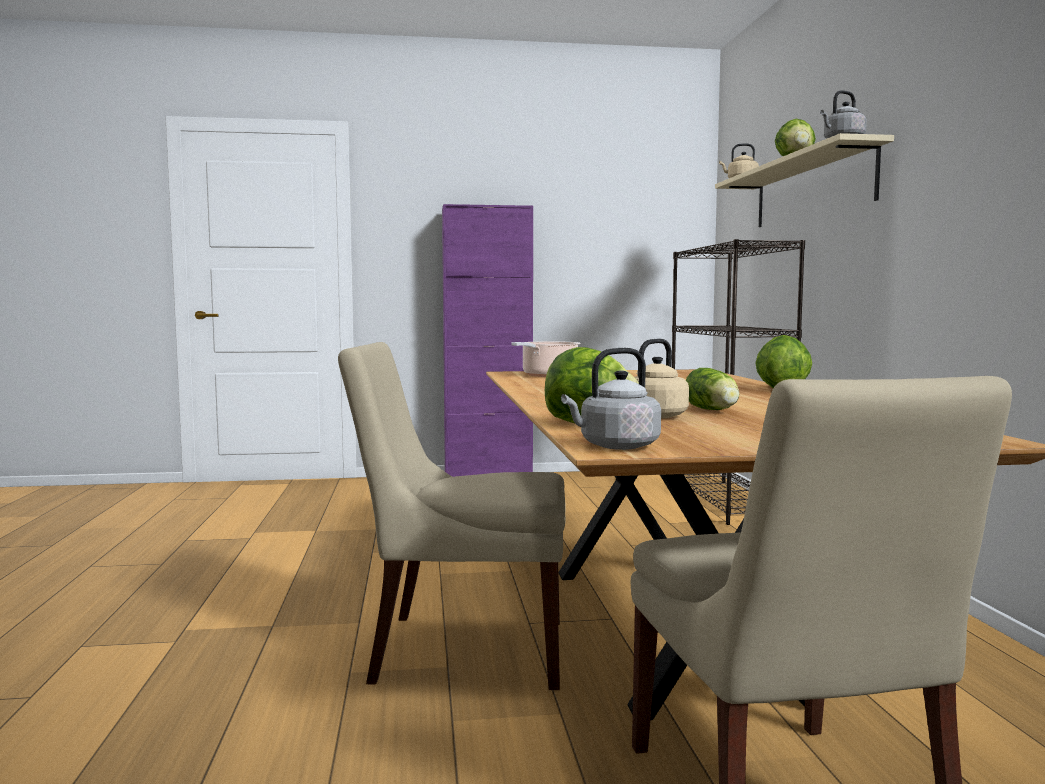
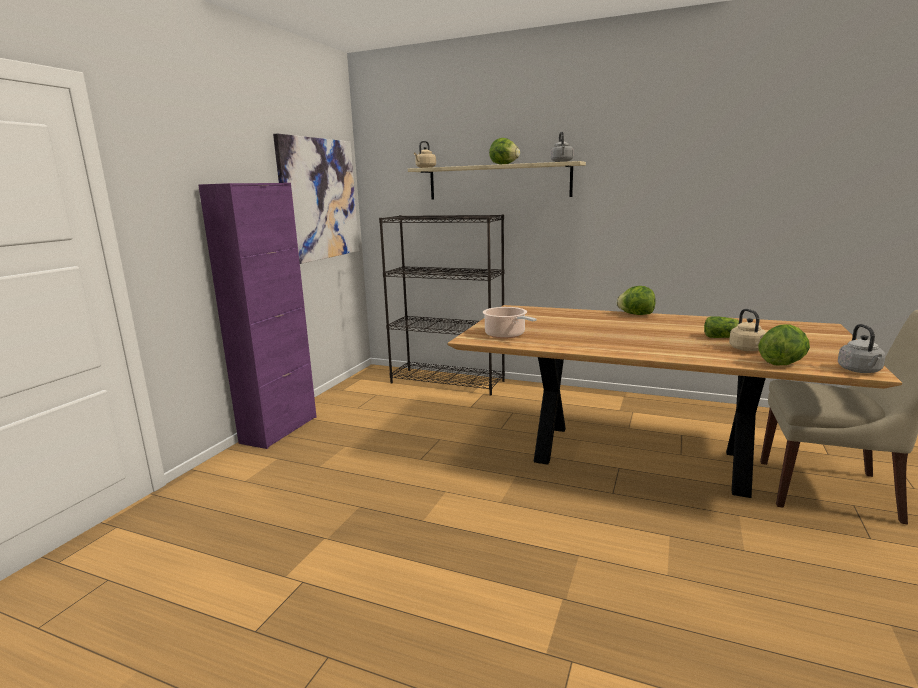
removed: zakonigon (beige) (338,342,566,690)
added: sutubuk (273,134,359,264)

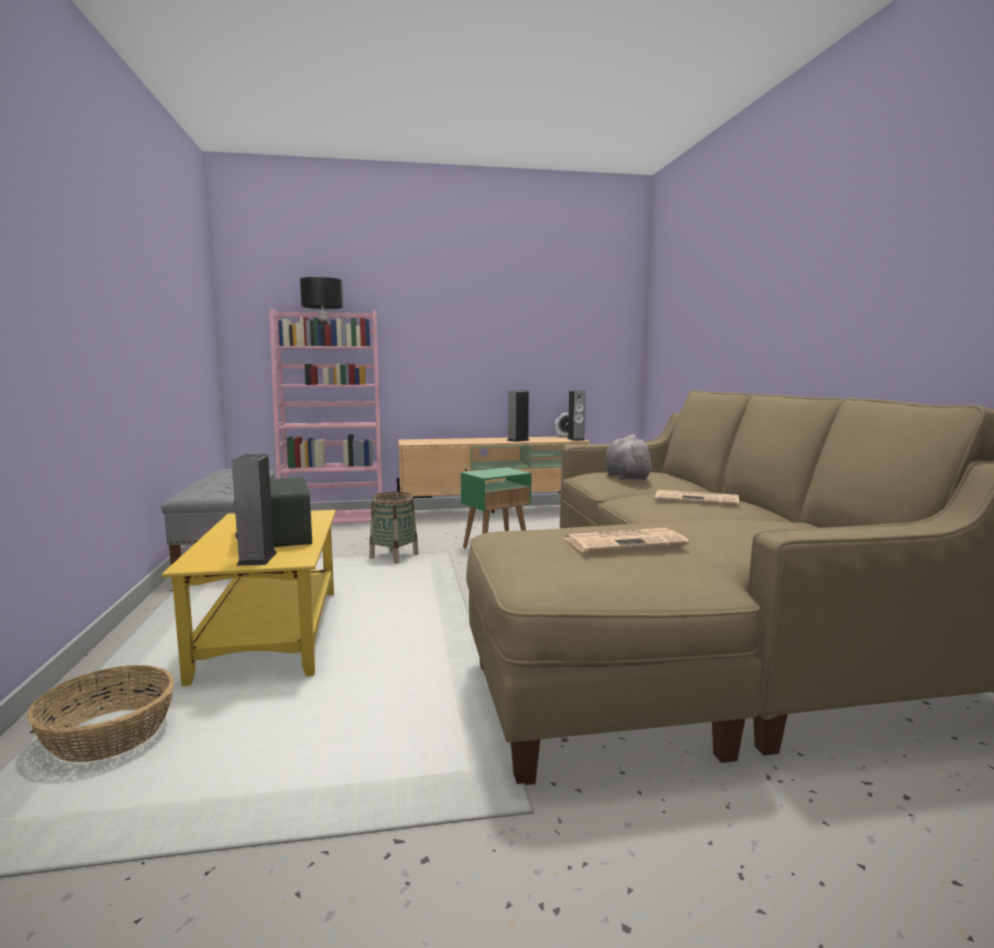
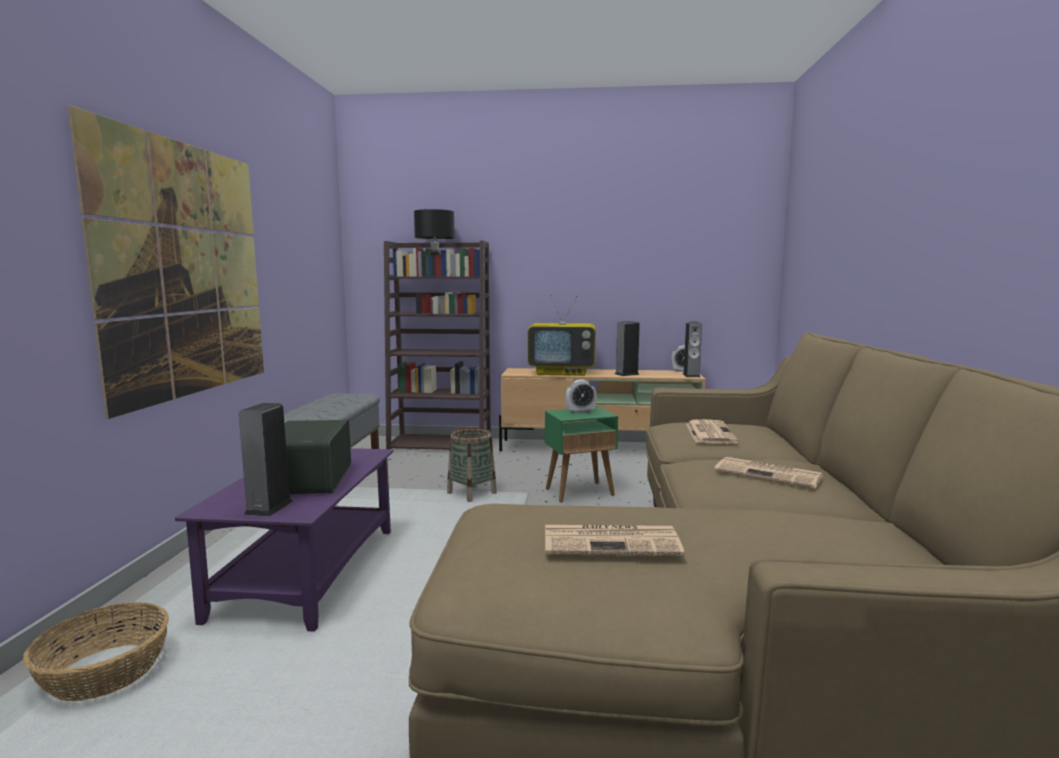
added: sutubuk (68,106,264,419); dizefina (527,295,596,376); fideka (566,380,596,414)
replaced: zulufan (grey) (605,434,655,480) to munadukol (686,419,738,444)
recoloured: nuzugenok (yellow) (162,510,336,686) to nuzugenok (purple) (175,448,393,632); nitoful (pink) (269,309,382,524) to nitoful (brown) (384,240,491,450)

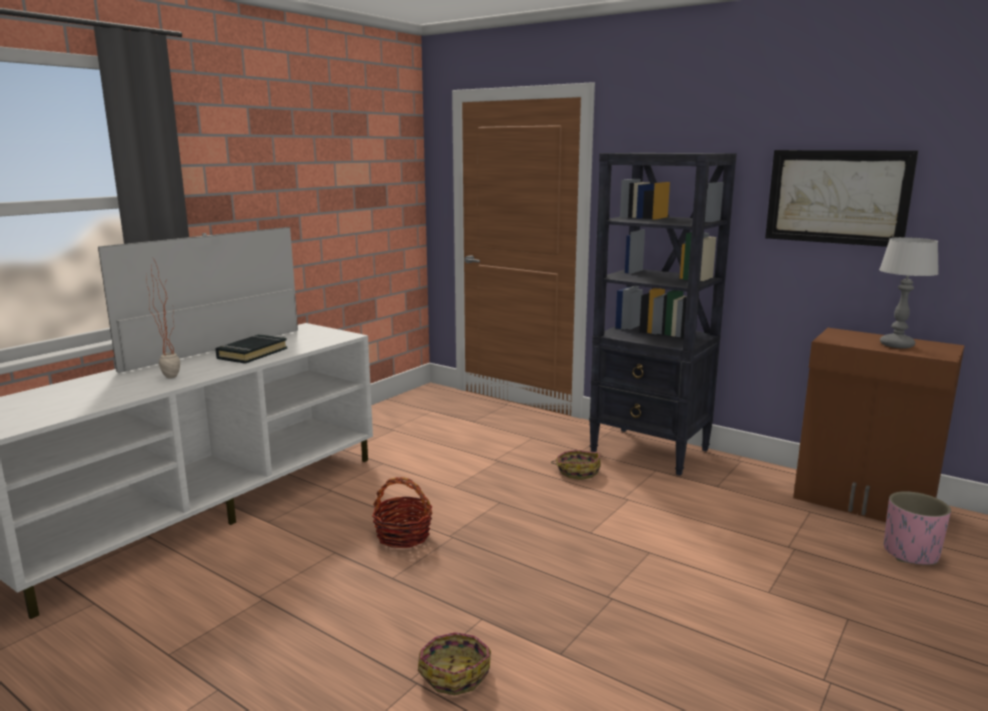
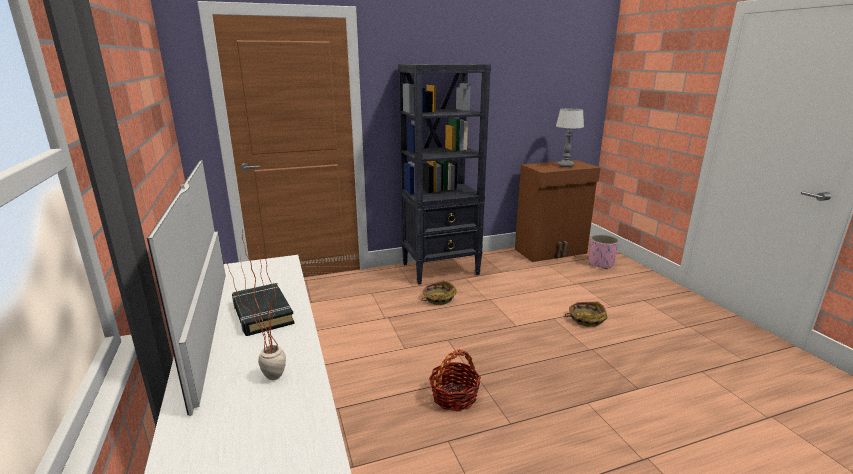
removed: sutubuk (765,150,918,247)
moved: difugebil (418,632,491,695) to (565,302,608,327)

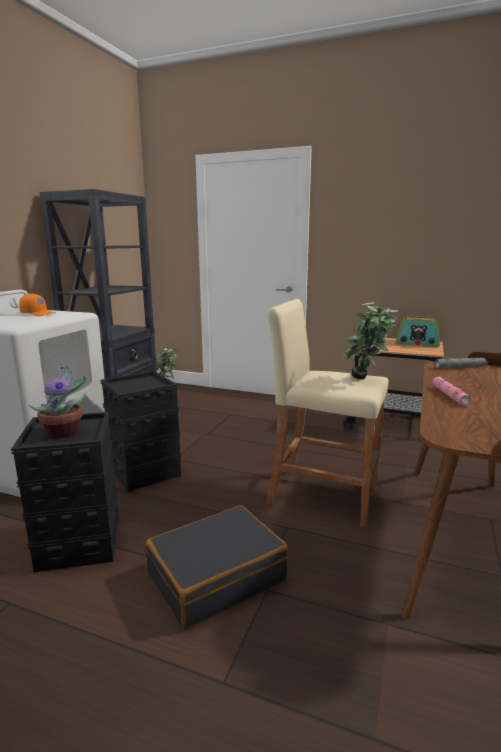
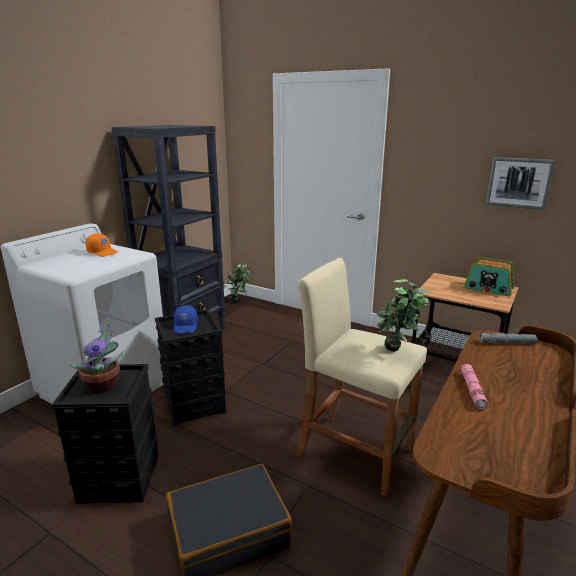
added: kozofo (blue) (174,305,198,333); sutubuk (486,157,555,210)

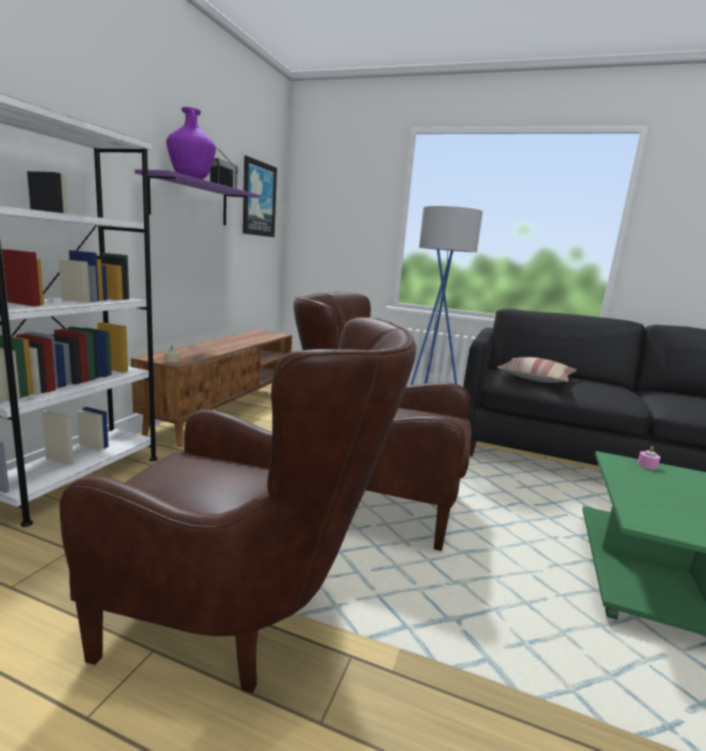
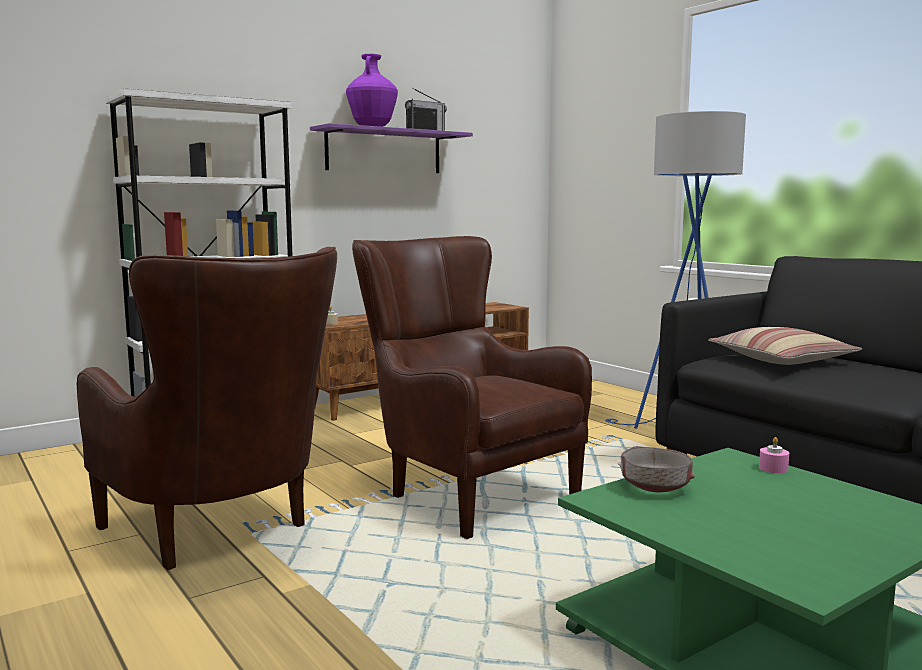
removed: sutubuk (243,156,277,237)
added: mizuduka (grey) (618,446,695,493)

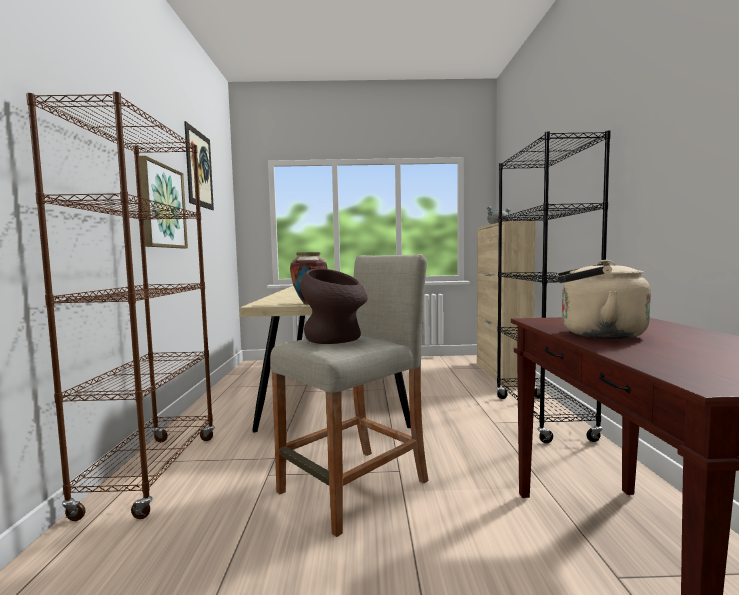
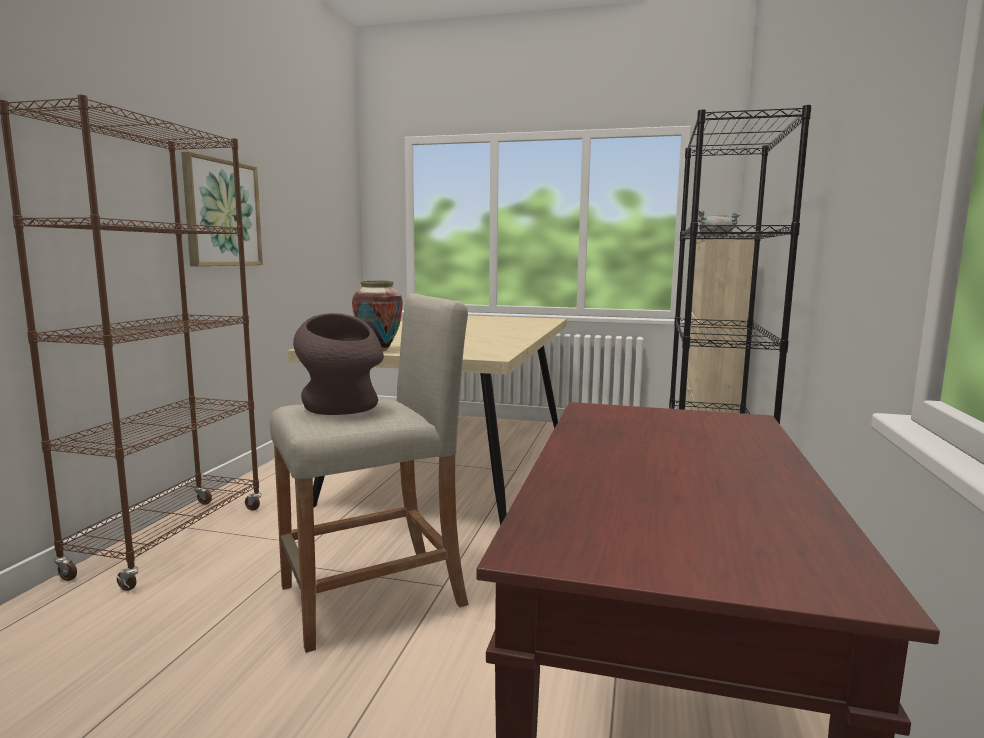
removed: sutubuk (184,121,214,210); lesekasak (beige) (557,260,651,339)

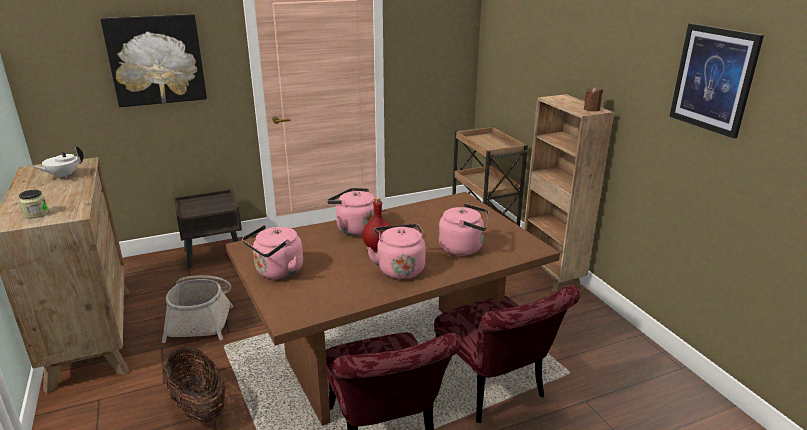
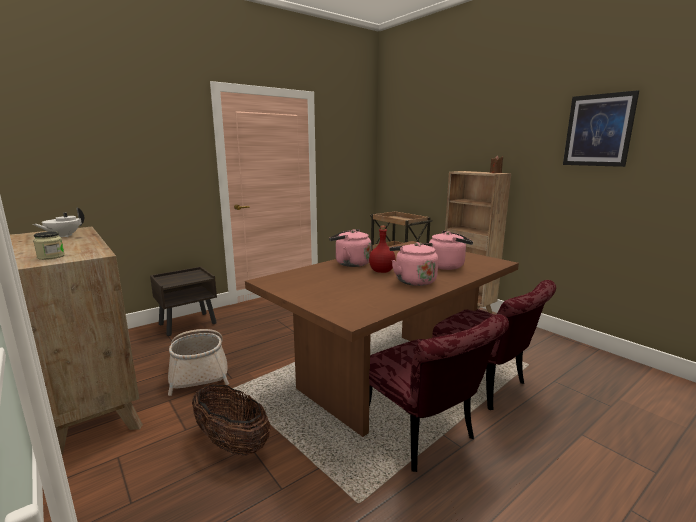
removed: sutubuk (100,14,207,107); lesekasak (pink) (242,225,303,279)

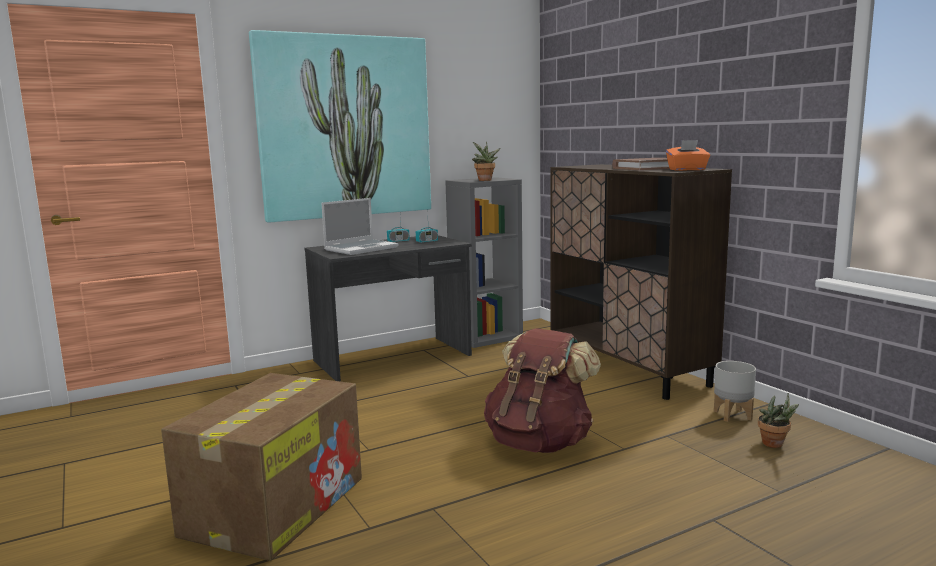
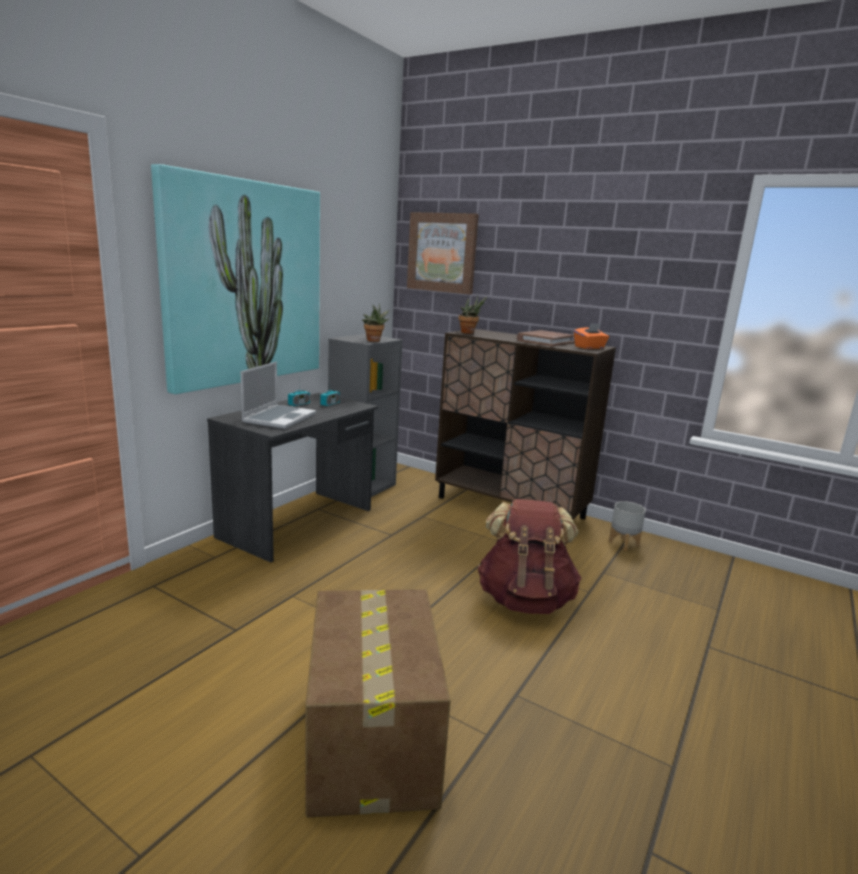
added: sutubuk (407,212,479,294)
moved: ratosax (758,393,799,448) to (459,296,487,334)

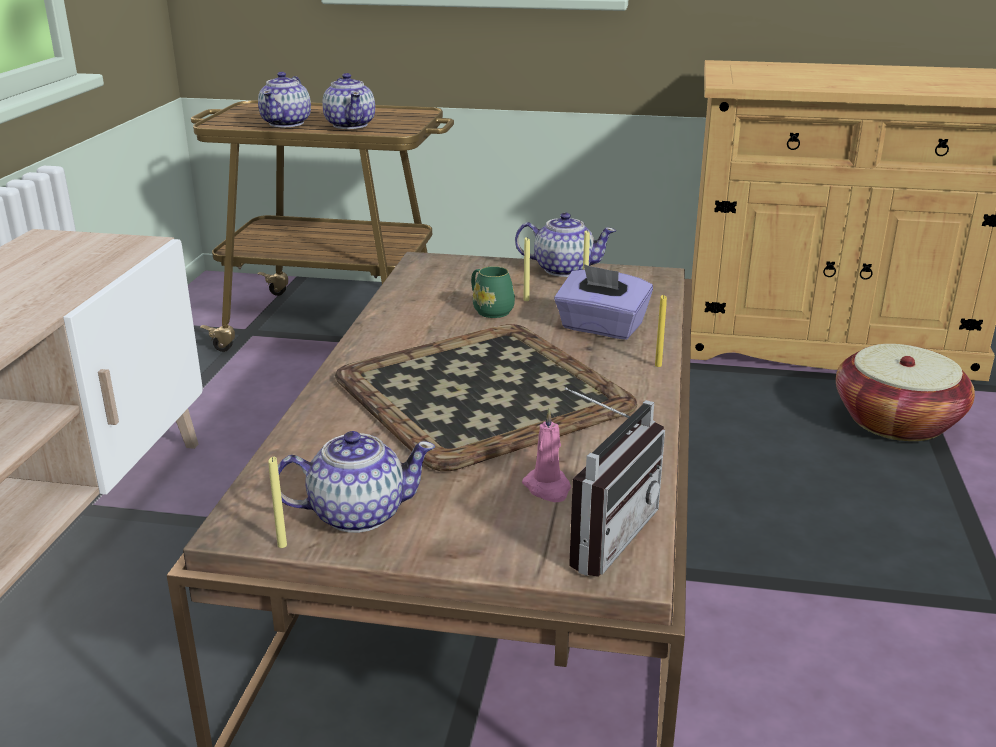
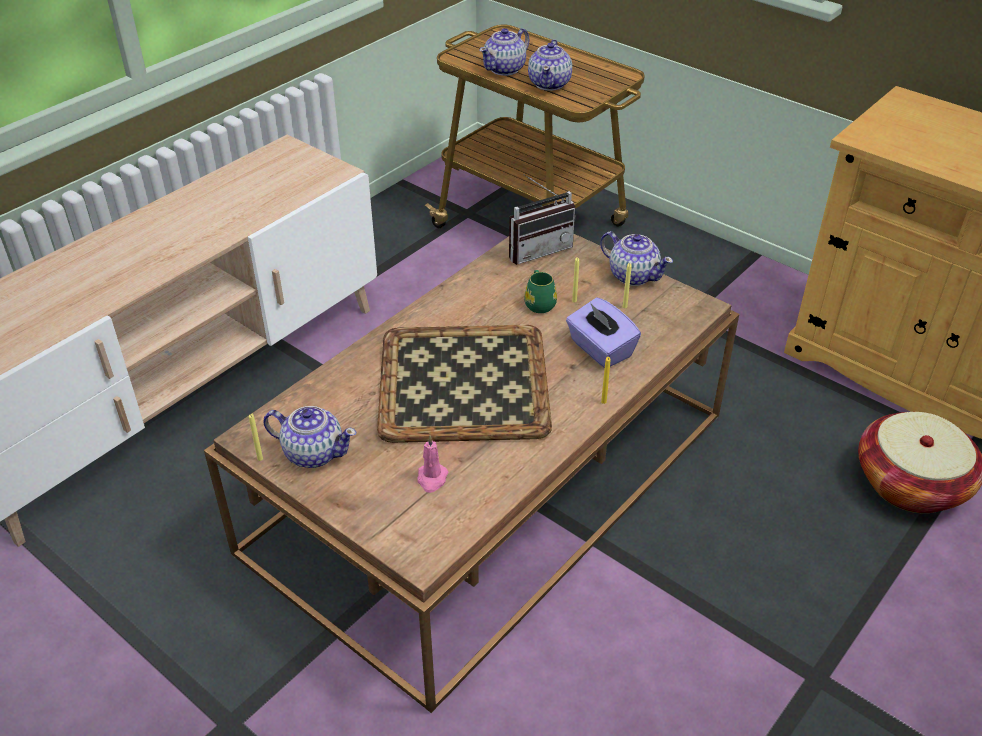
moved: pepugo (564,387,665,577) to (509,174,576,265)

